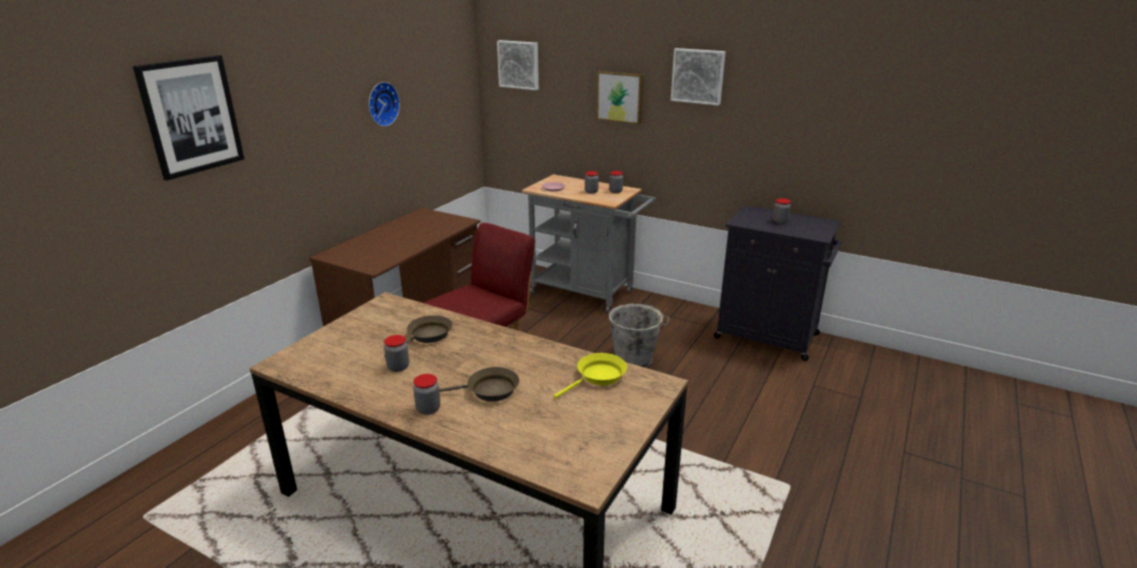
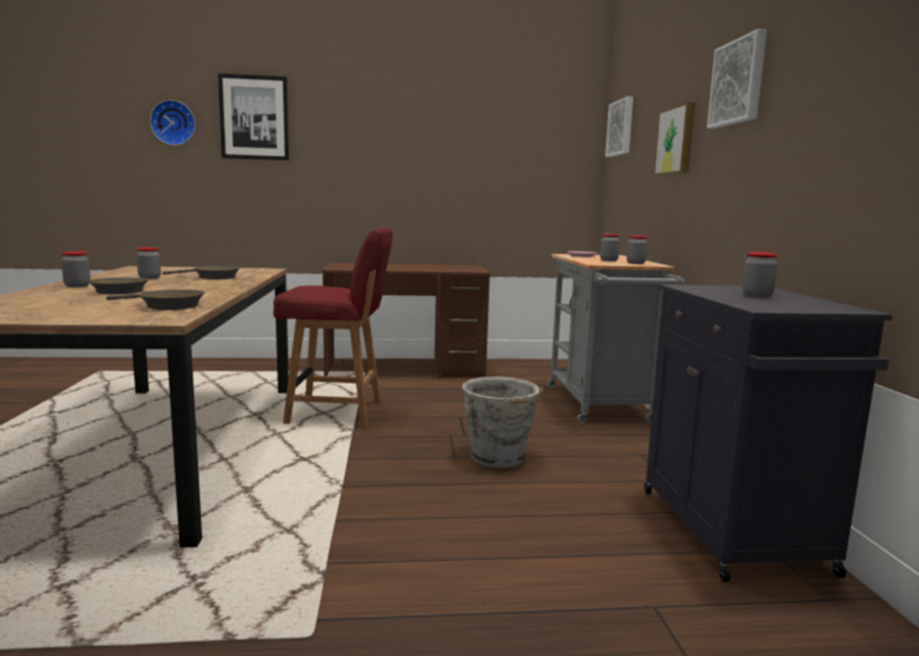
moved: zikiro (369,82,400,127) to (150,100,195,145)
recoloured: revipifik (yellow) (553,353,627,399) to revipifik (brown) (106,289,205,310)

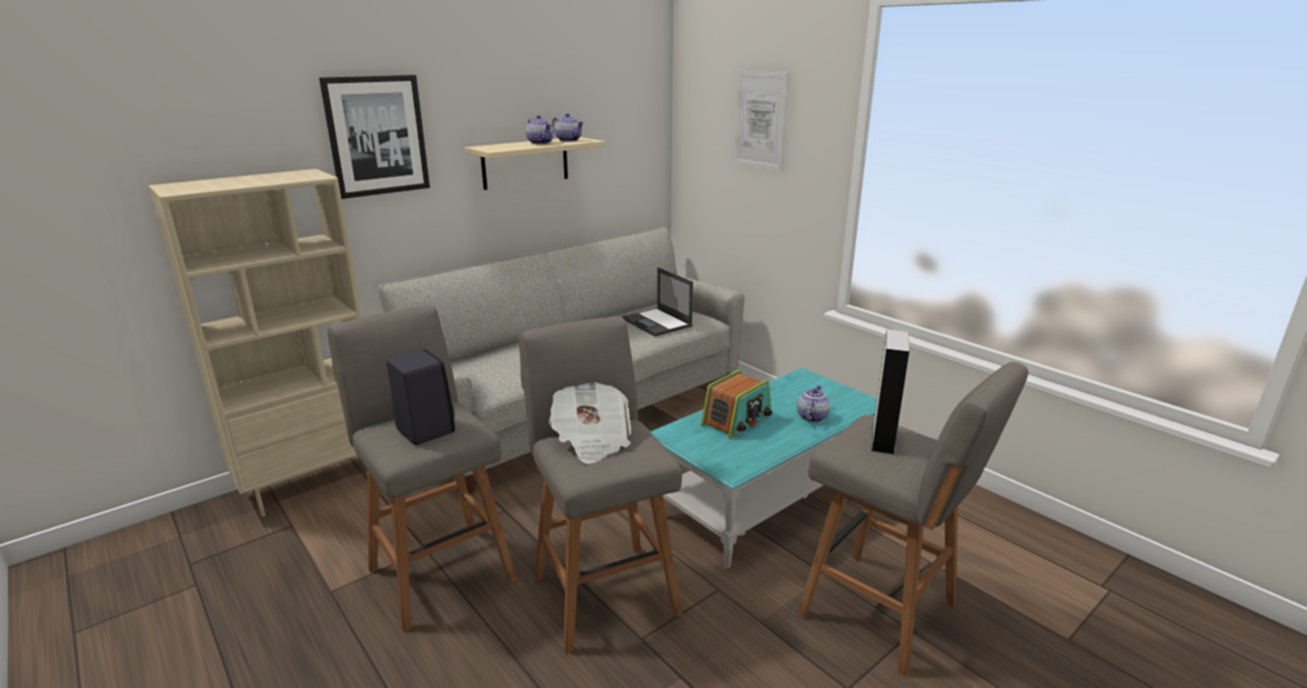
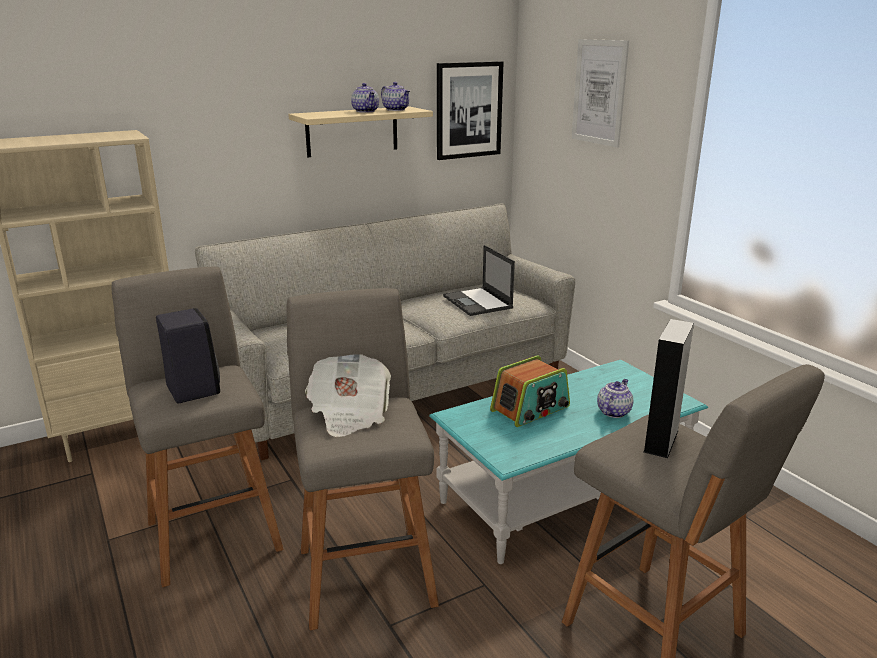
moved: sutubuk (319,75,430,199) to (437,61,504,160)

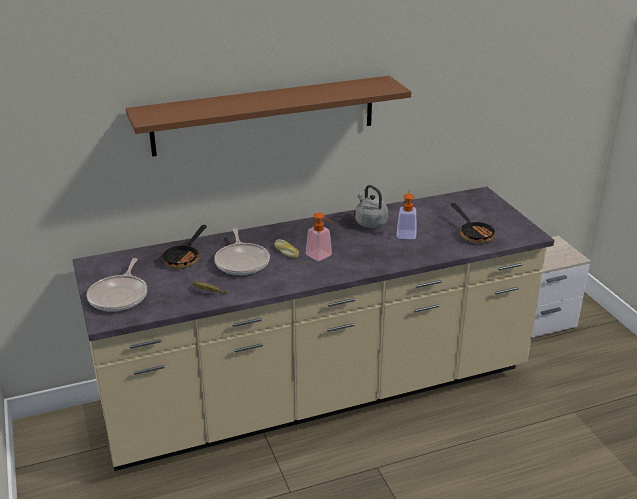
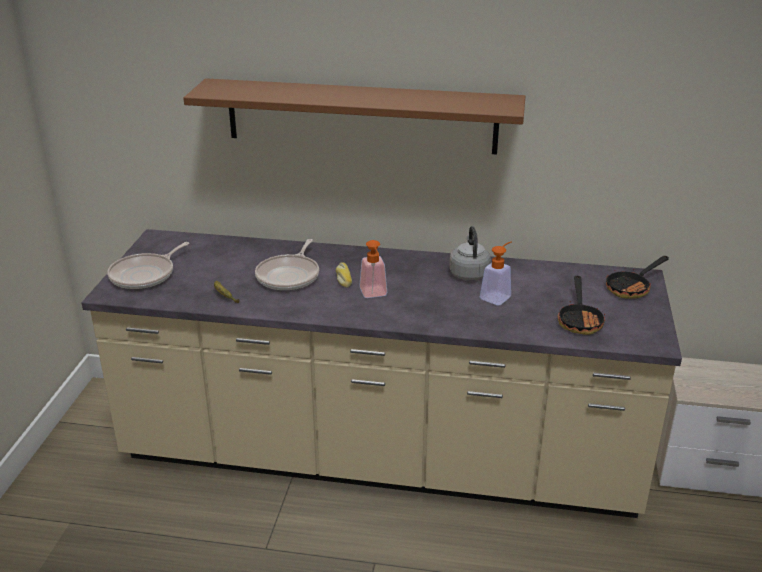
moved: revipifik (162,225,207,269) to (606,256,669,299)

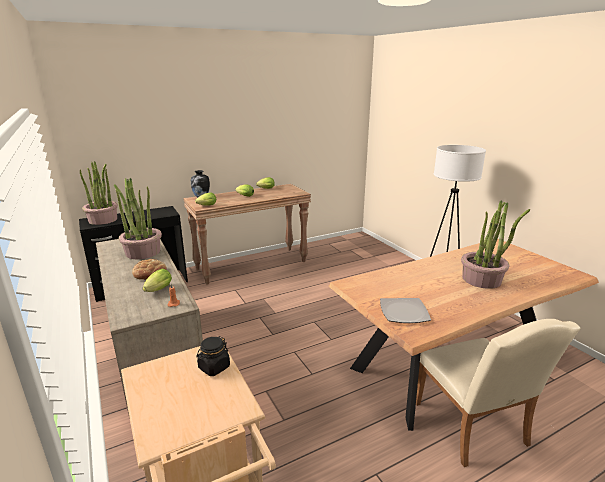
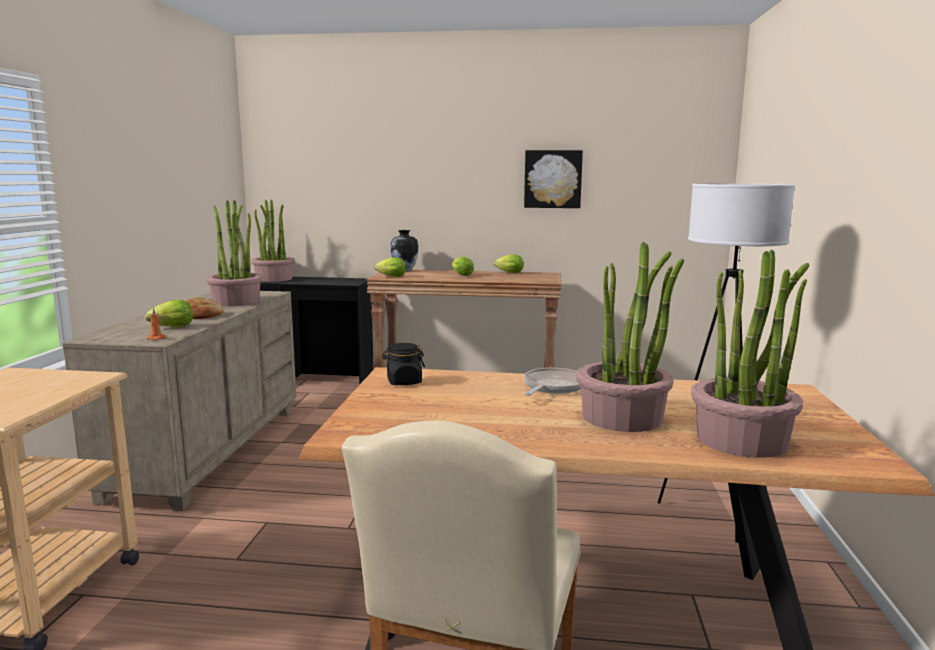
removed: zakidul (380,298,431,323)
added: sutubuk (524,150,583,208); revipifik (524,368,581,396); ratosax (691,250,809,458)
moved: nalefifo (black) (196,336,230,376) to (382,343,425,385)

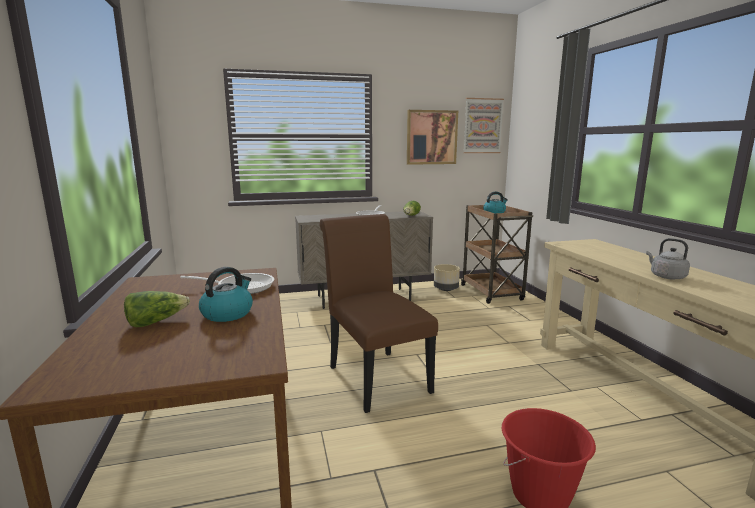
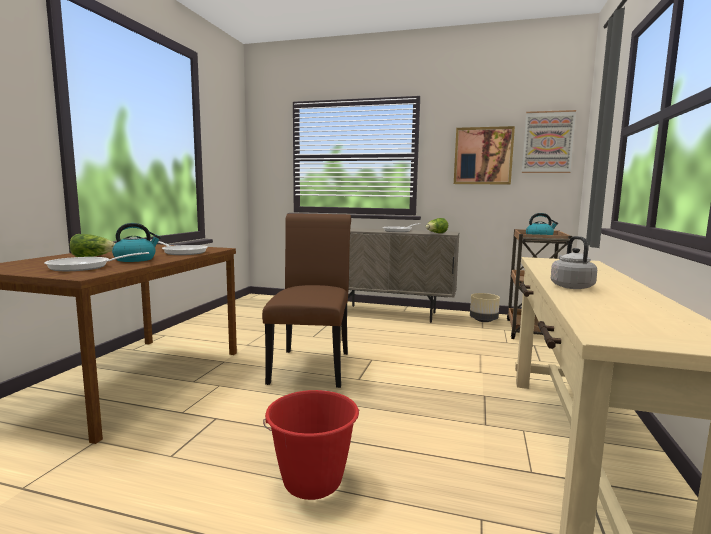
added: revipifik (44,252,149,271)

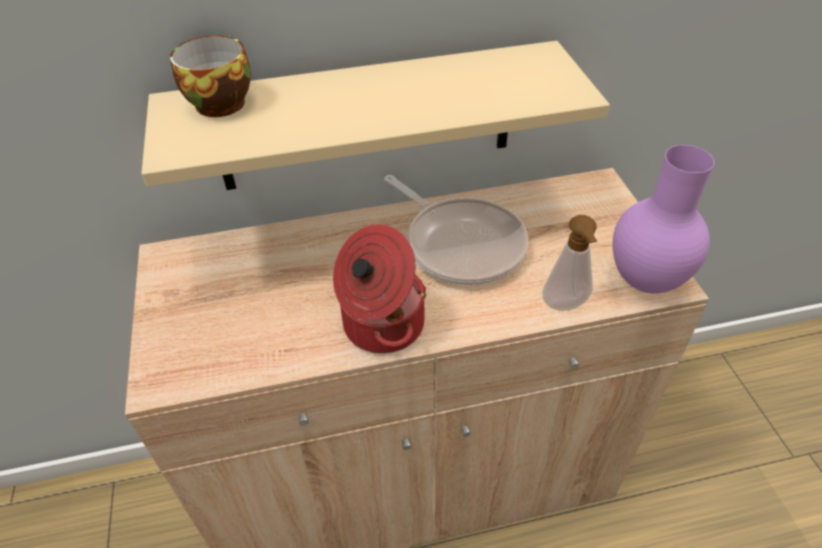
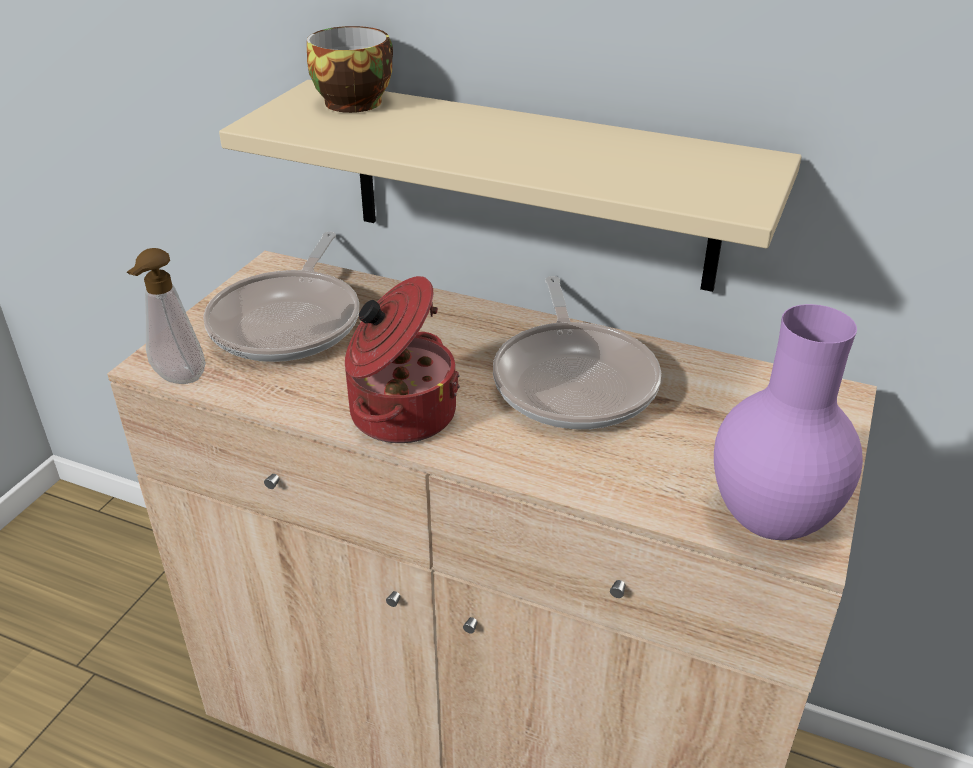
added: revipifik (203,232,359,362)
moved: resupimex (543,215,597,311) to (127,248,206,384)

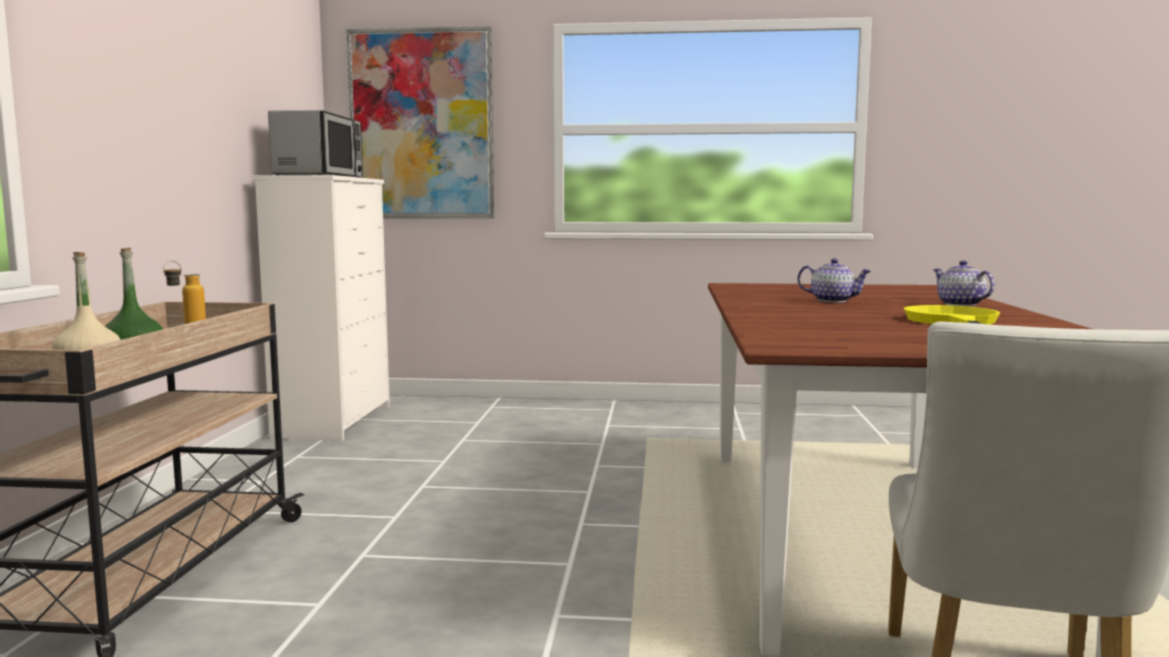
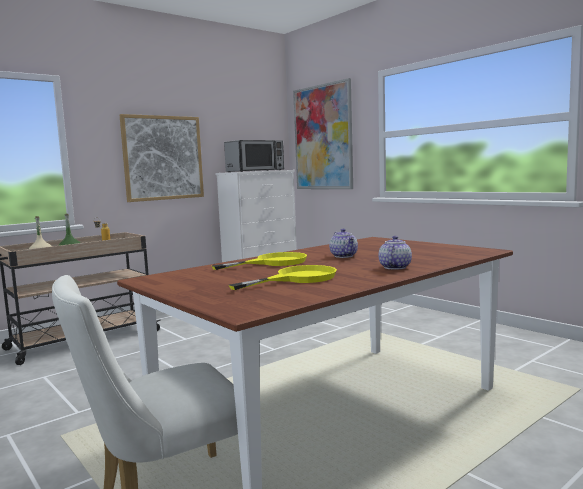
added: sutubuk (120,114,204,202); revipifik (yellow) (212,252,307,270)

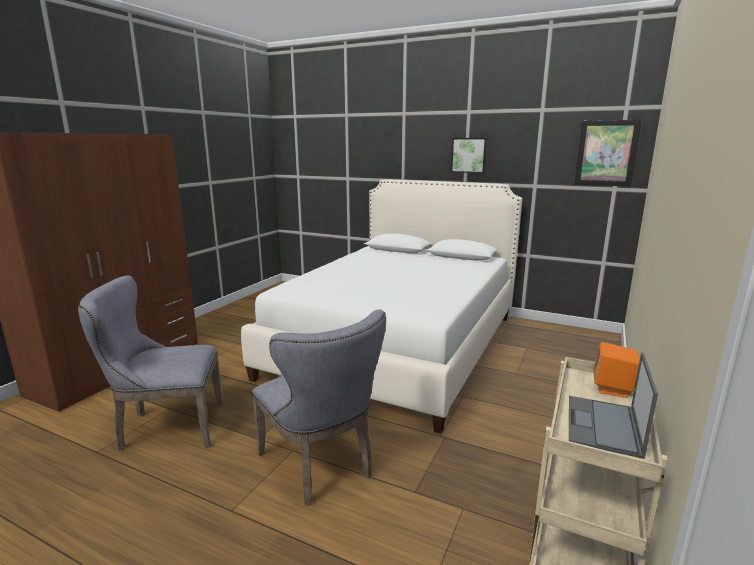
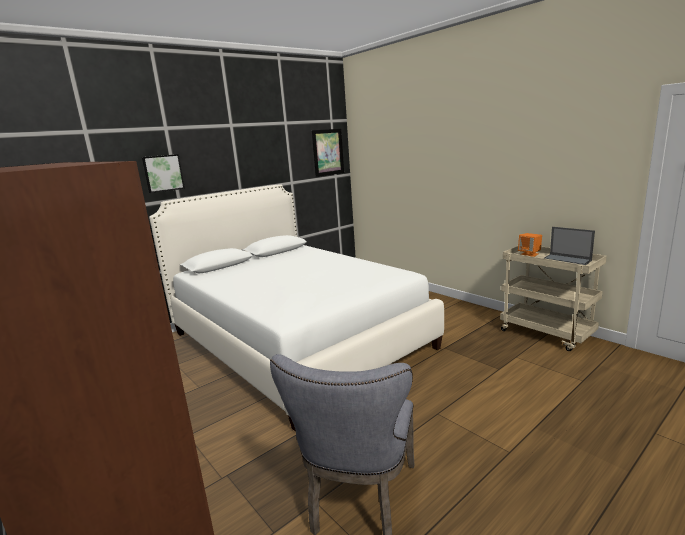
removed: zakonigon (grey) (252,309,386,506)
moved: sutubuk (451,138,487,173) to (142,154,185,193)

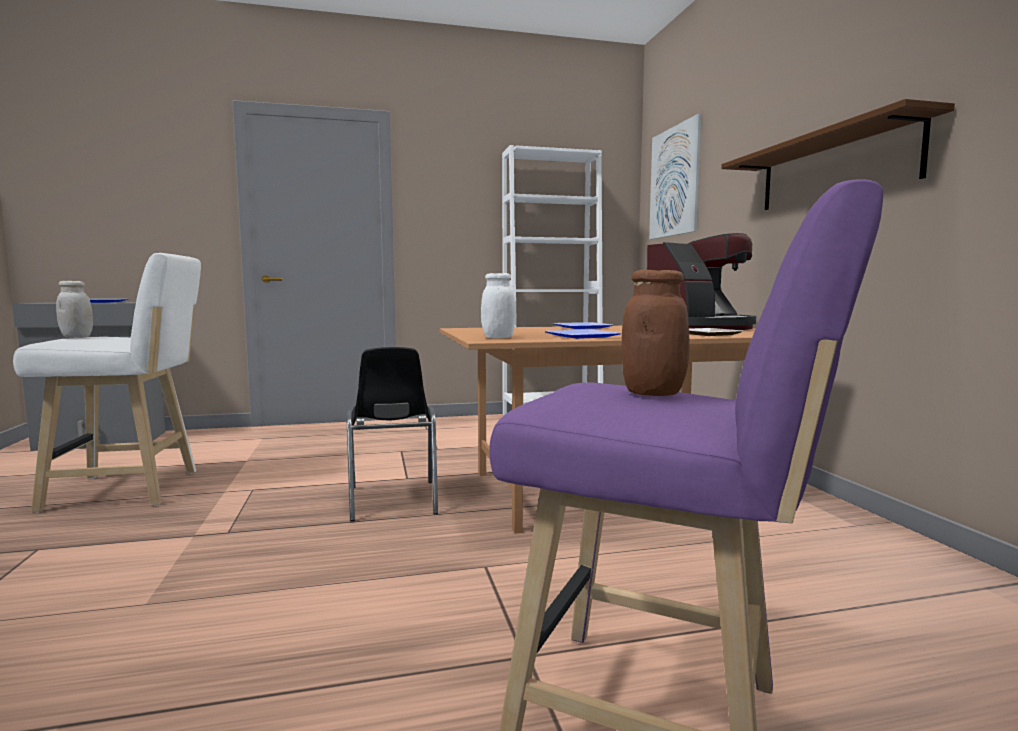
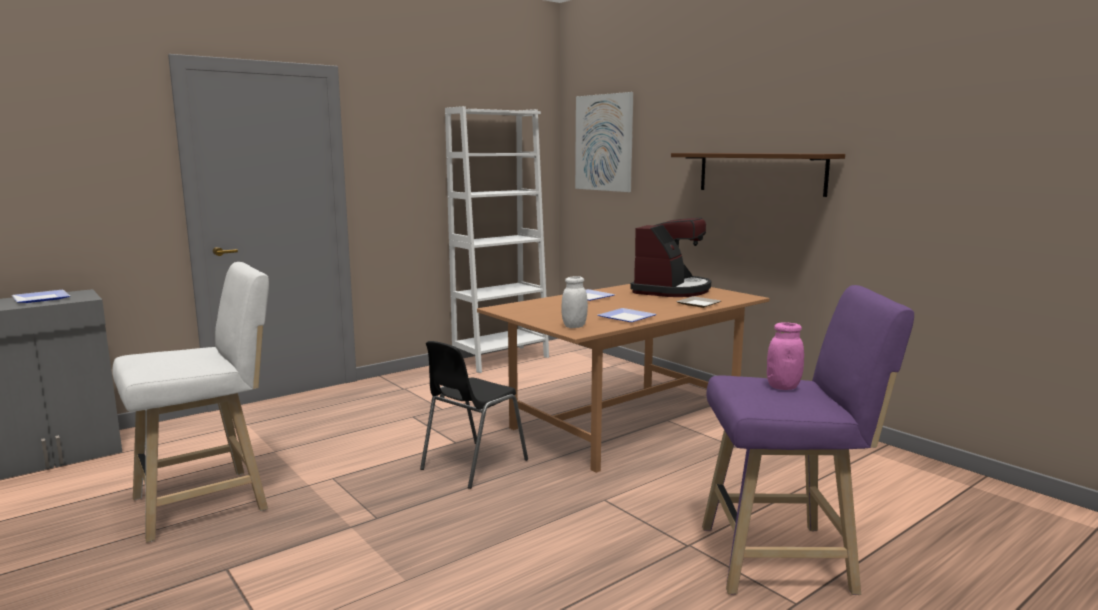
removed: nalefifo (white) (56,281,93,338)
recoloured: nalefifo (brown) (621,270,690,396) to nalefifo (pink) (767,322,804,390)
turned: zakonigon (black) (346,347,438,521) = (420,341,528,489) 75 degrees clockwise

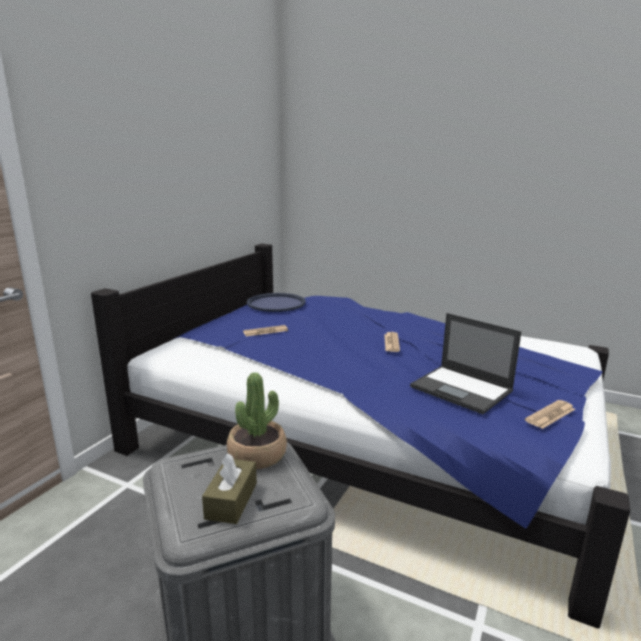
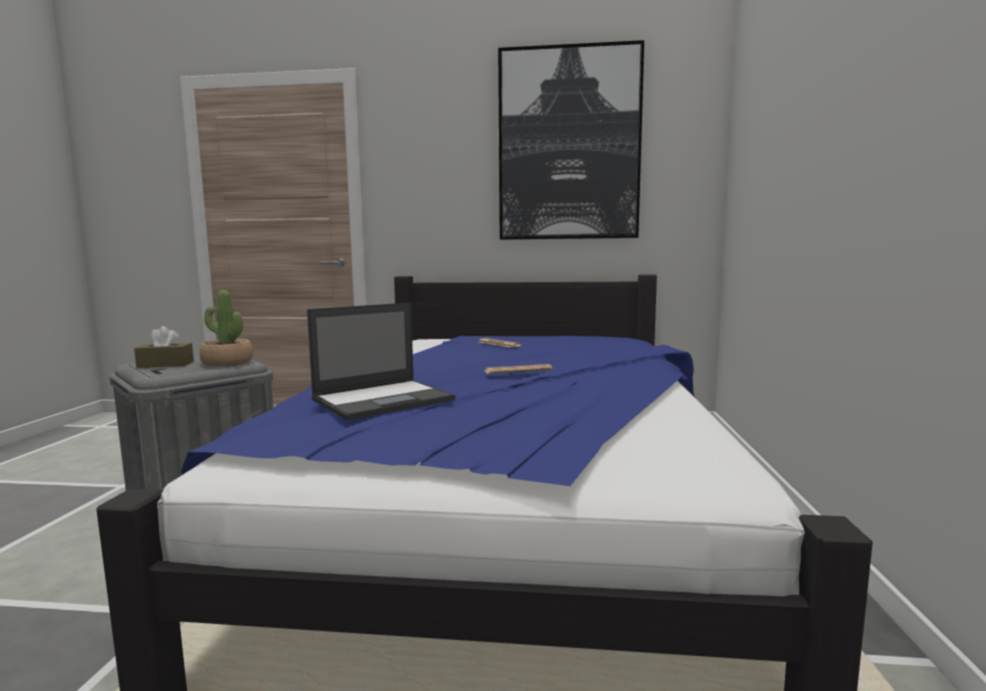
removed: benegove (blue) (247,293,306,312); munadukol (525,400,575,429)
added: sutubuk (498,40,644,240)
turned: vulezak (410,313,521,414) = (307,303,456,421) 150 degrees counterclockwise

